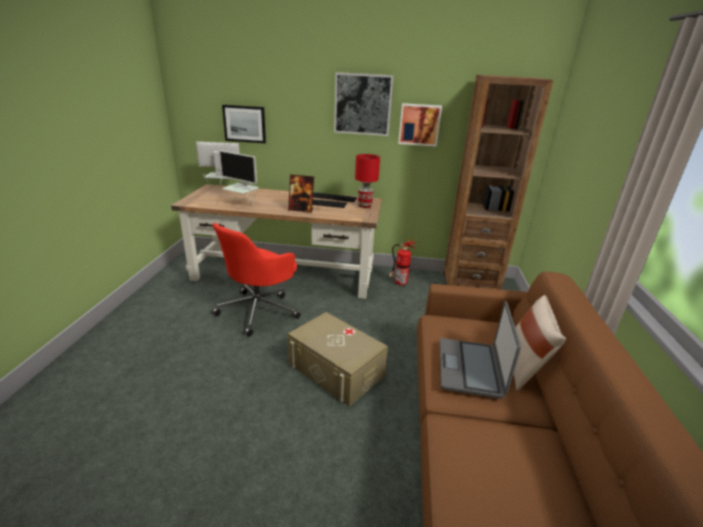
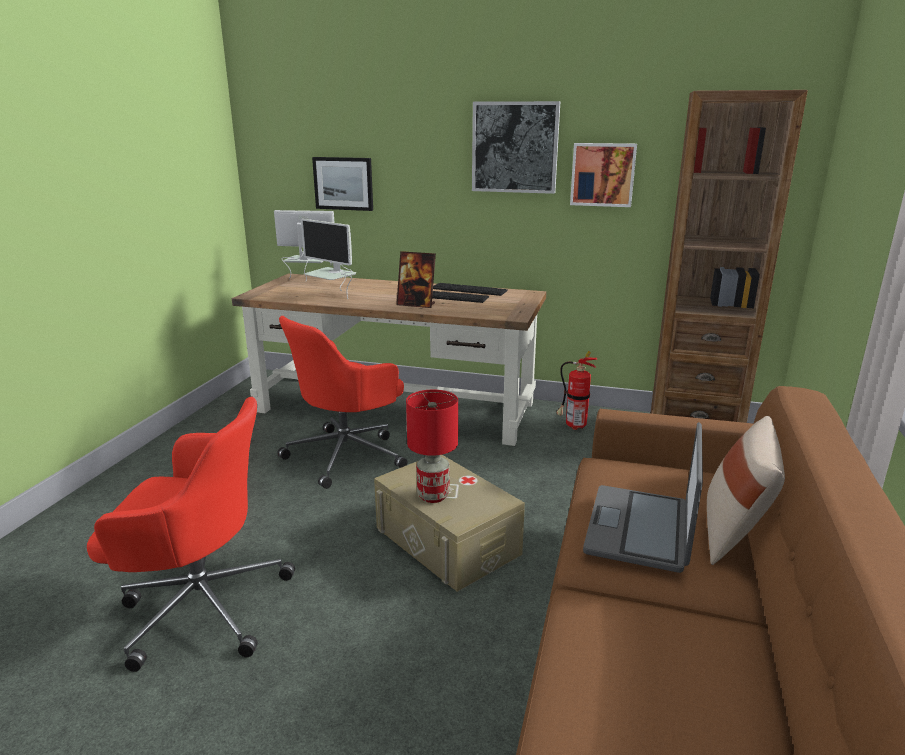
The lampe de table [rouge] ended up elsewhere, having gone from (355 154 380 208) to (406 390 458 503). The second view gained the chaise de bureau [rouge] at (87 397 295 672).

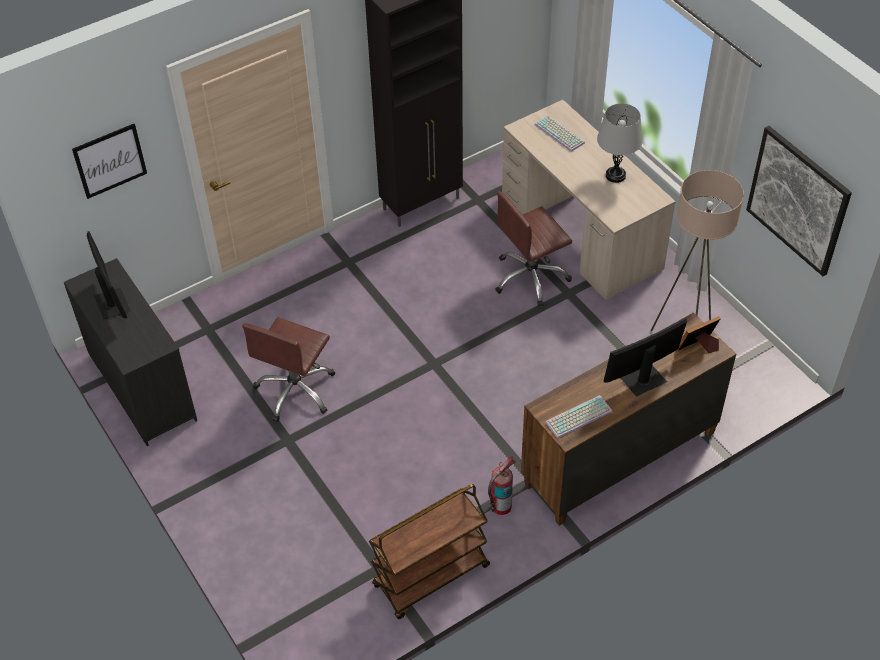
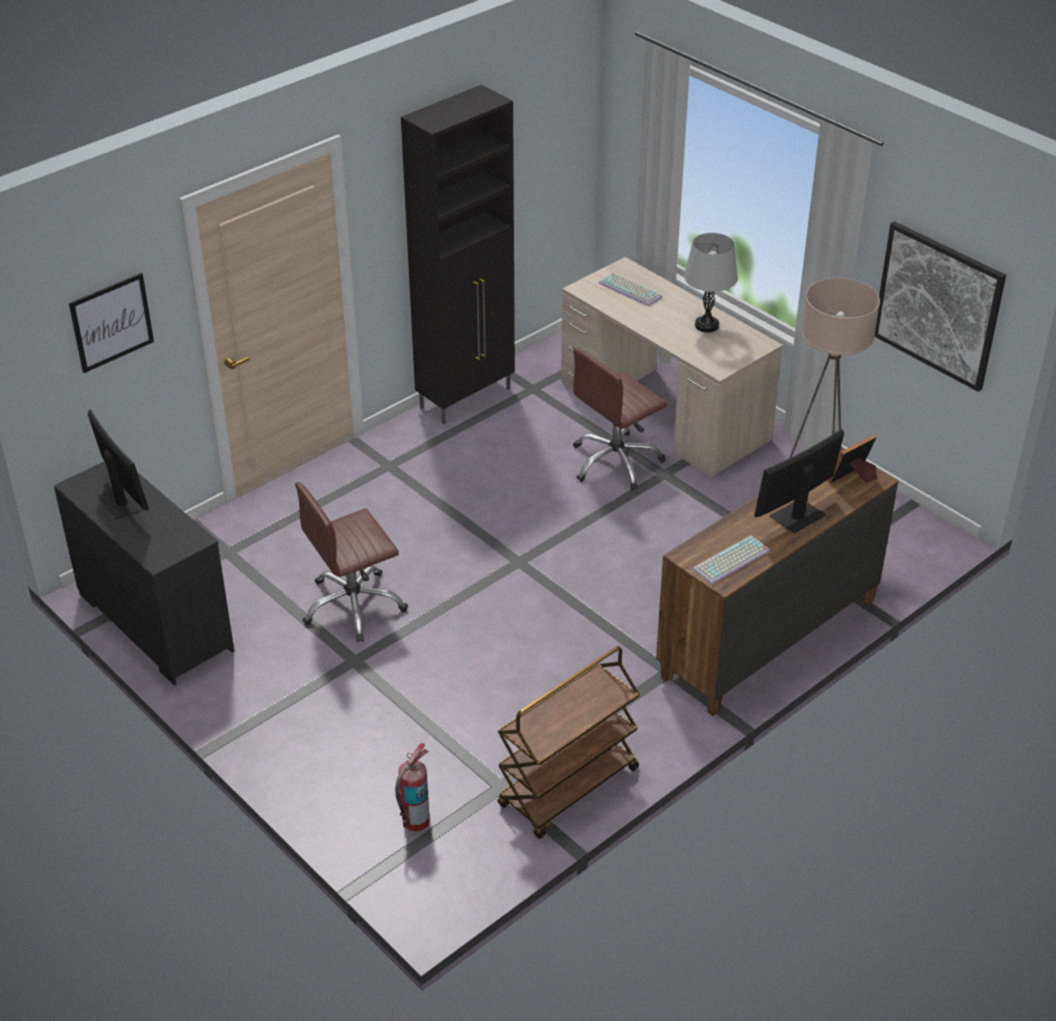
The chaise de bureau [marron] at (242 317 335 422) ended up facing another way, 45 degrees clockwise from before. The extincteur ended up elsewhere, having gone from (488 457 516 515) to (395 743 430 831).

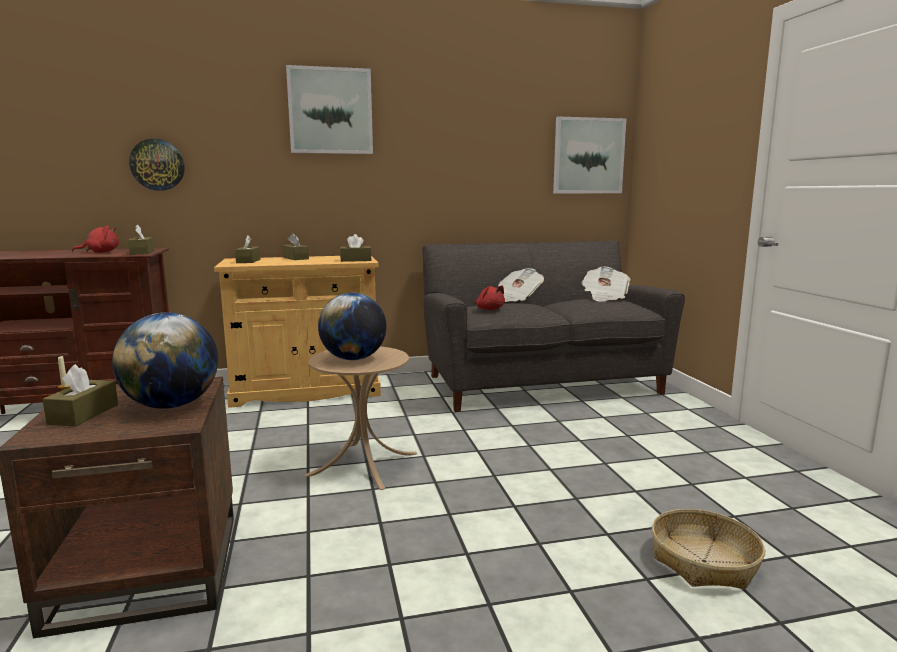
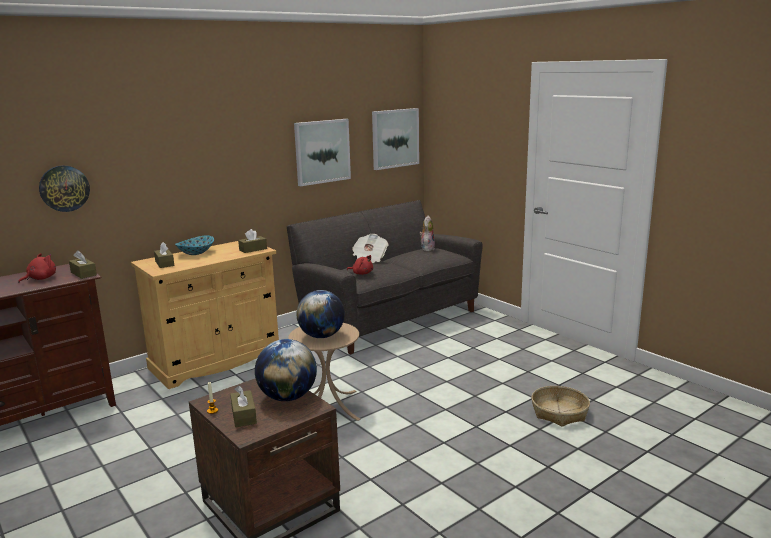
Where the boîte à mouchoirs [marron] stood at (283 233 309 260), the bol came to stand at (175 235 214 255). The tableau ended up elsewhere, having gone from (286 65 373 154) to (294 119 351 186). Where the journal stood at (582 266 631 302), the peluche came to stand at (419 216 435 251).

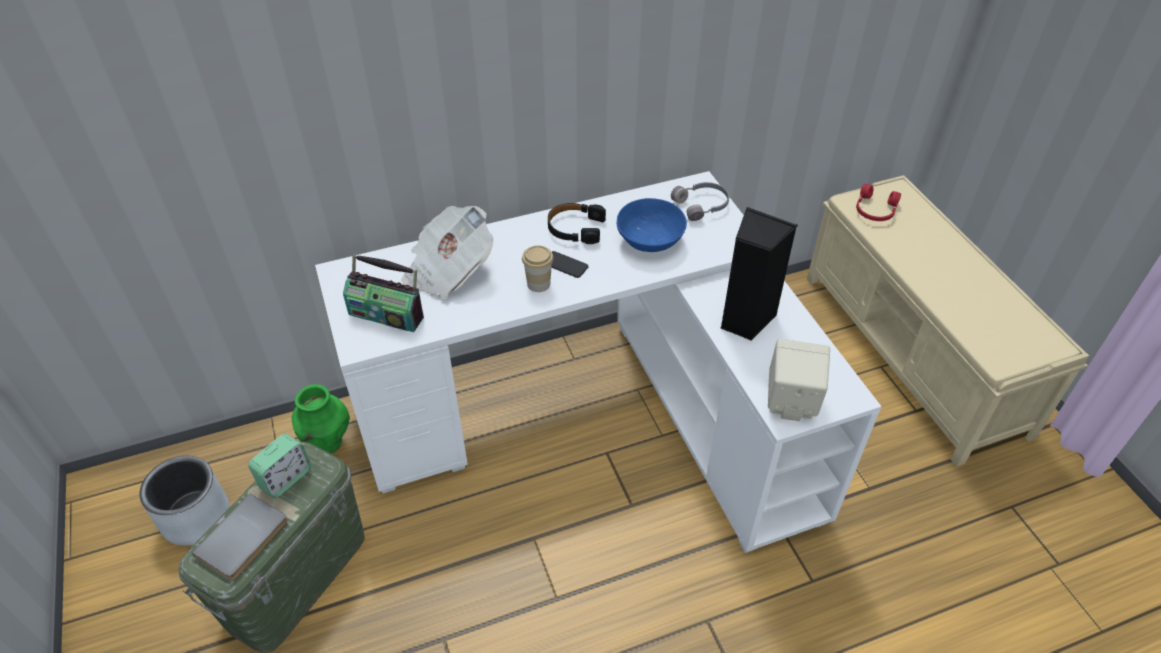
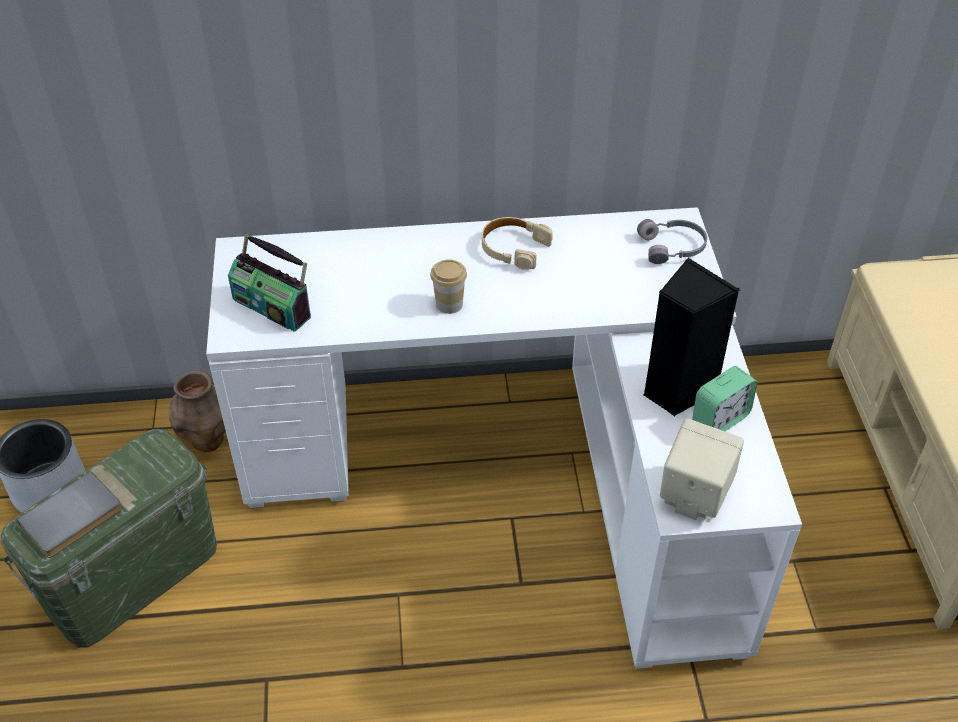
The réveil ended up elsewhere, having gone from (248 434 311 498) to (692 366 757 431). What was the vase [vert] at (292 384 349 454) turned into the vase [marron] at (169 370 226 452). The second view lost the journal at (401 206 493 299). What was the casque audio [noir] at (548 203 606 244) turned into the casque audio [beige] at (482 217 553 270). The second view lost the téléphone at (551 251 588 278). The second view lost the bol [bleu] at (617 198 687 252). The second view lost the casque audio [rouge] at (856 184 901 221).

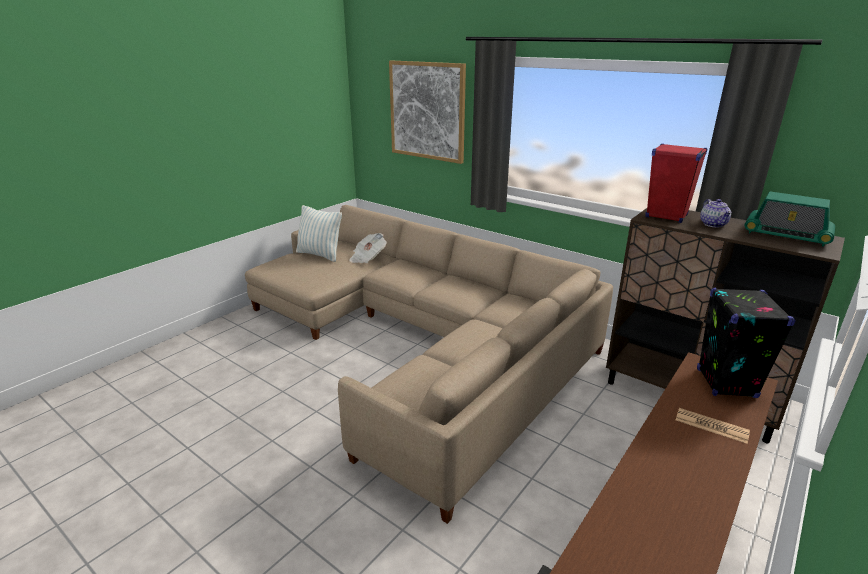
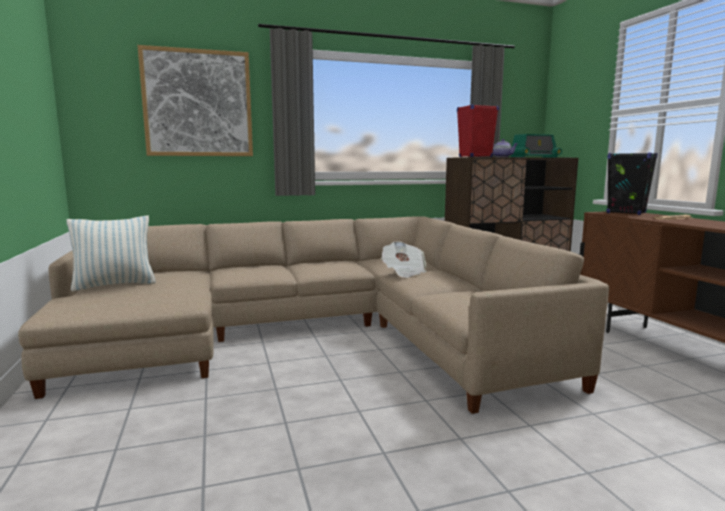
The journal ended up elsewhere, having gone from (349 233 387 263) to (381 241 426 278).

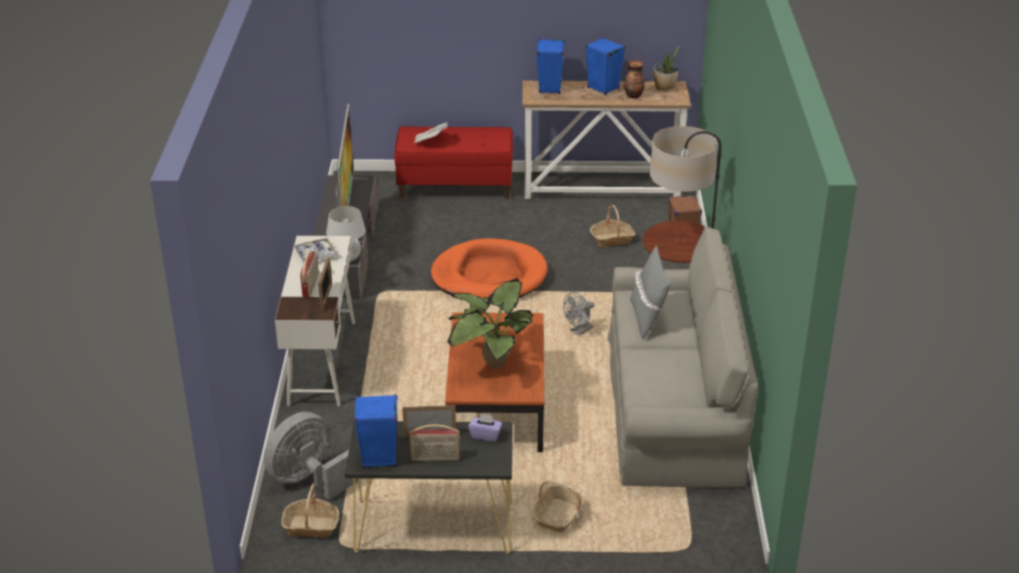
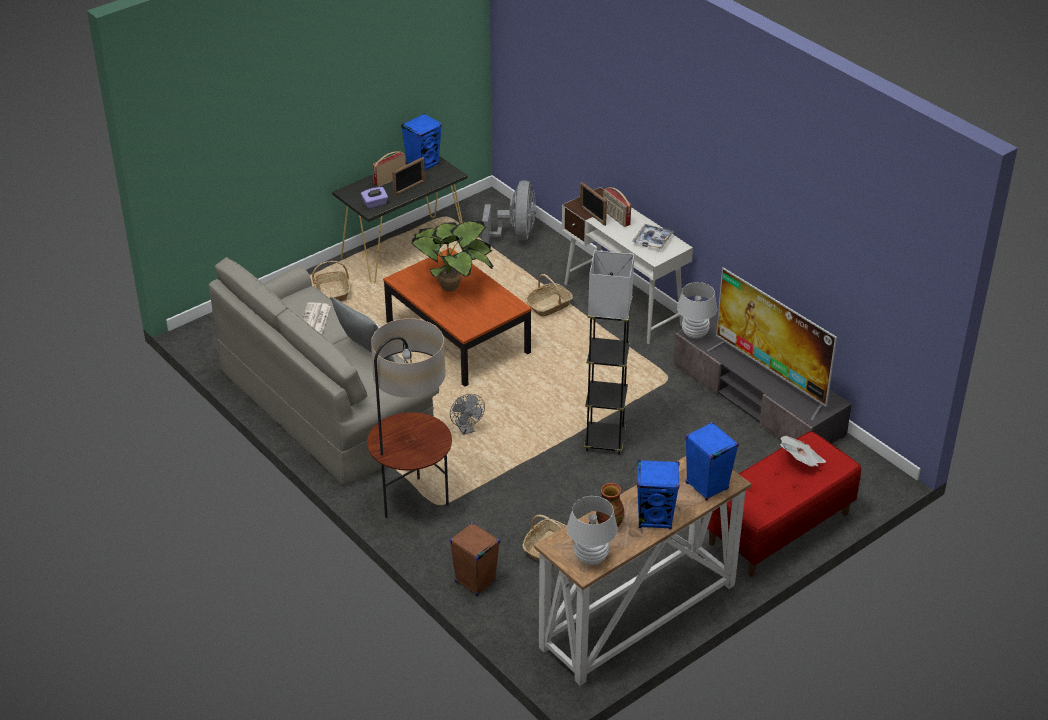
The panier ended up elsewhere, having gone from (281 483 339 538) to (526 274 573 317). Where the panier pour chien [orange] stood at (431 238 548 298), the lampadaire [gris] came to stand at (584 250 634 455). The ventilateur [gris] at (563 292 594 336) ended up facing another way, 150 degrees clockwise from before. Where the plante en pot stood at (653 46 679 92), the lampe de table [blanc] came to stand at (567 496 618 565). The second view gained the journal at (302 302 331 333).

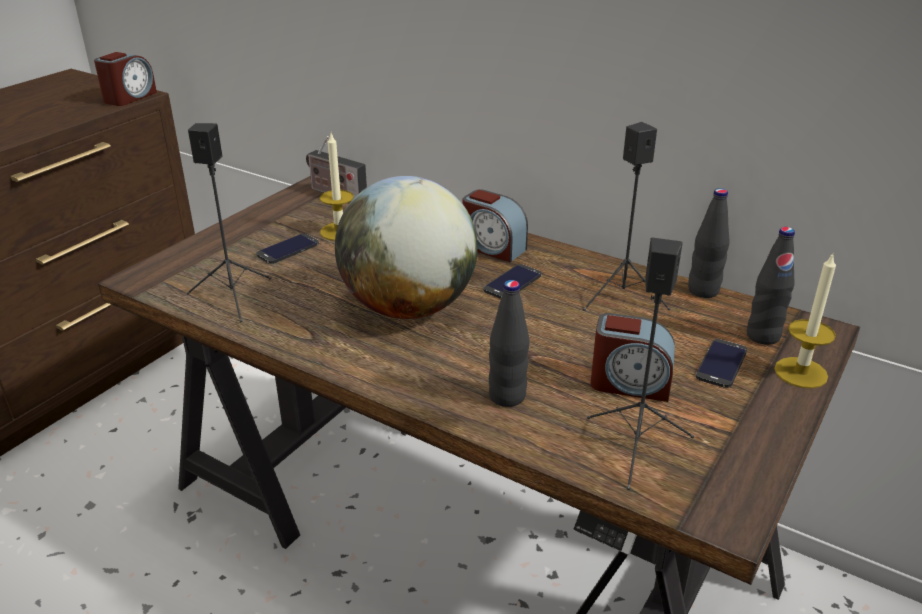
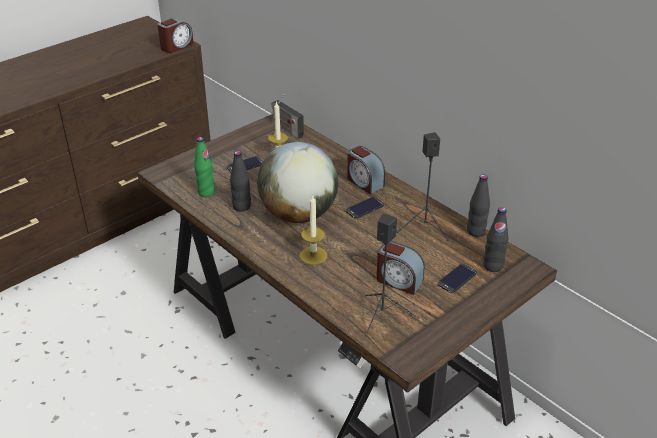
Where the enceinte [noir] stood at (187 123 271 322), the bouteille [vert] came to stand at (194 137 215 197). The bouteille [noir] ended up elsewhere, having gone from (489 280 529 407) to (230 151 251 212). The bougie ended up elsewhere, having gone from (774 252 836 388) to (300 196 327 265).

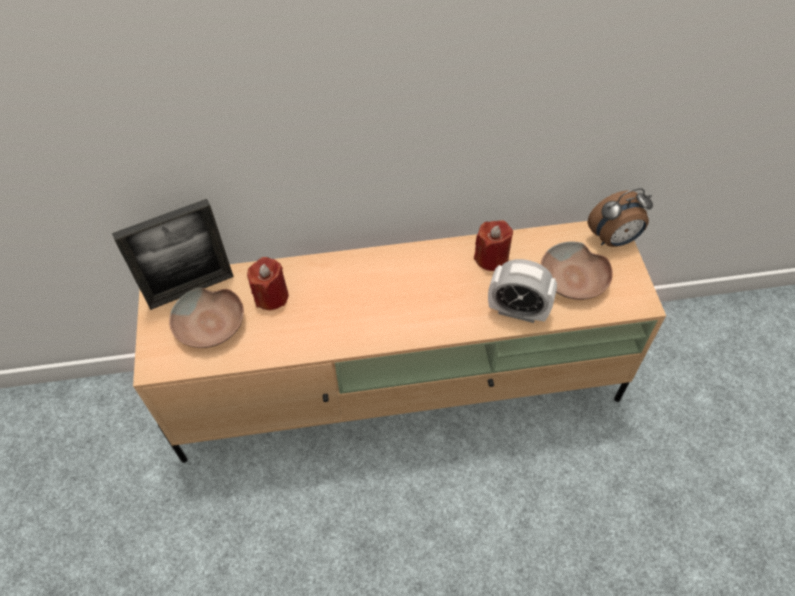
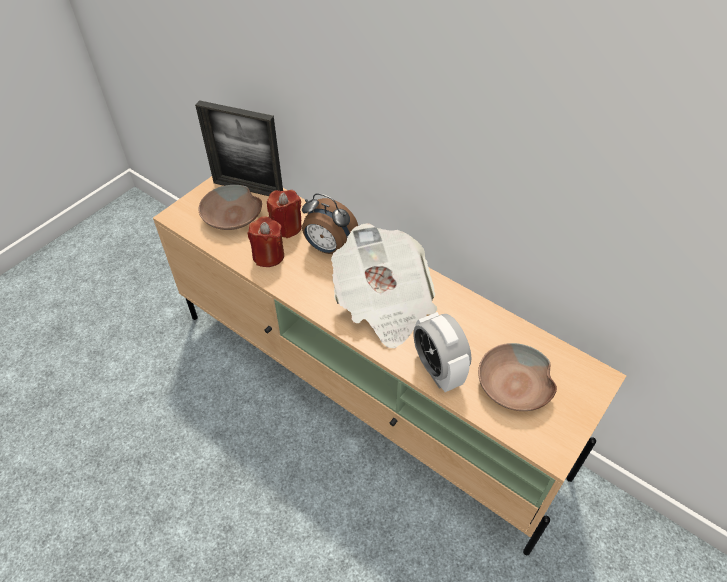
The bougie [rouge] ended up elsewhere, having gone from (474 220 513 271) to (247 216 284 267). The réveil ended up elsewhere, having gone from (588 188 653 247) to (302 193 358 254). The second view gained the journal at (331 223 437 348).

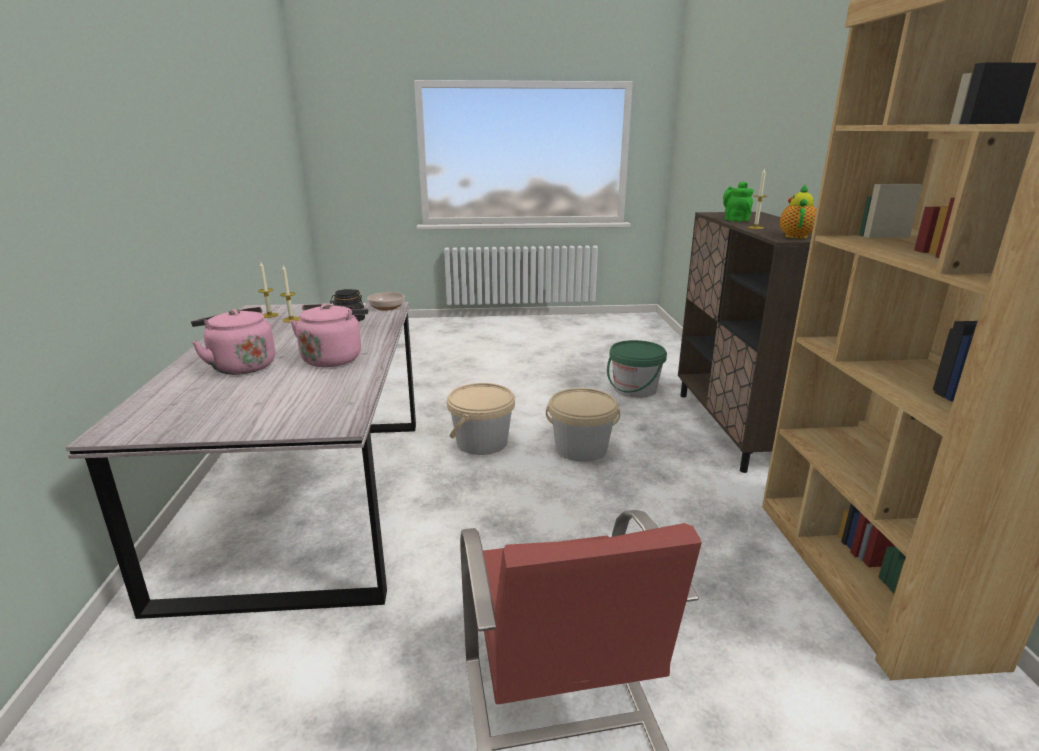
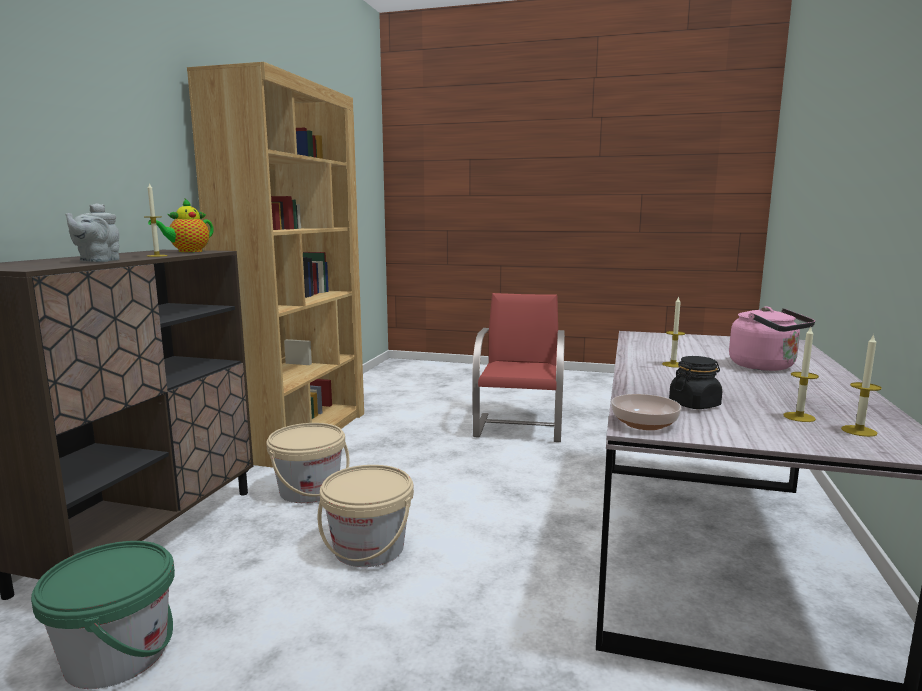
Where the bouilloire [rose] stood at (290 304 368 367), the bougie came to stand at (662 296 685 368). The seau [beige] ended up elsewhere, having gone from (447 383 515 455) to (266 423 350 503). What was the théière [vert] at (723 182 753 222) turned into the théière [gris] at (66 203 120 262).

